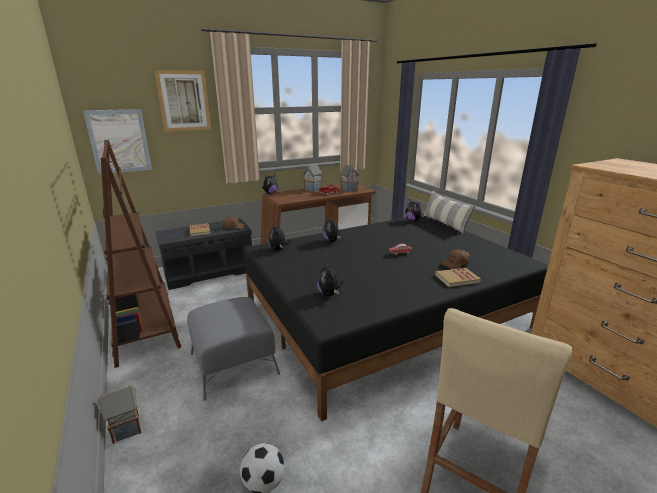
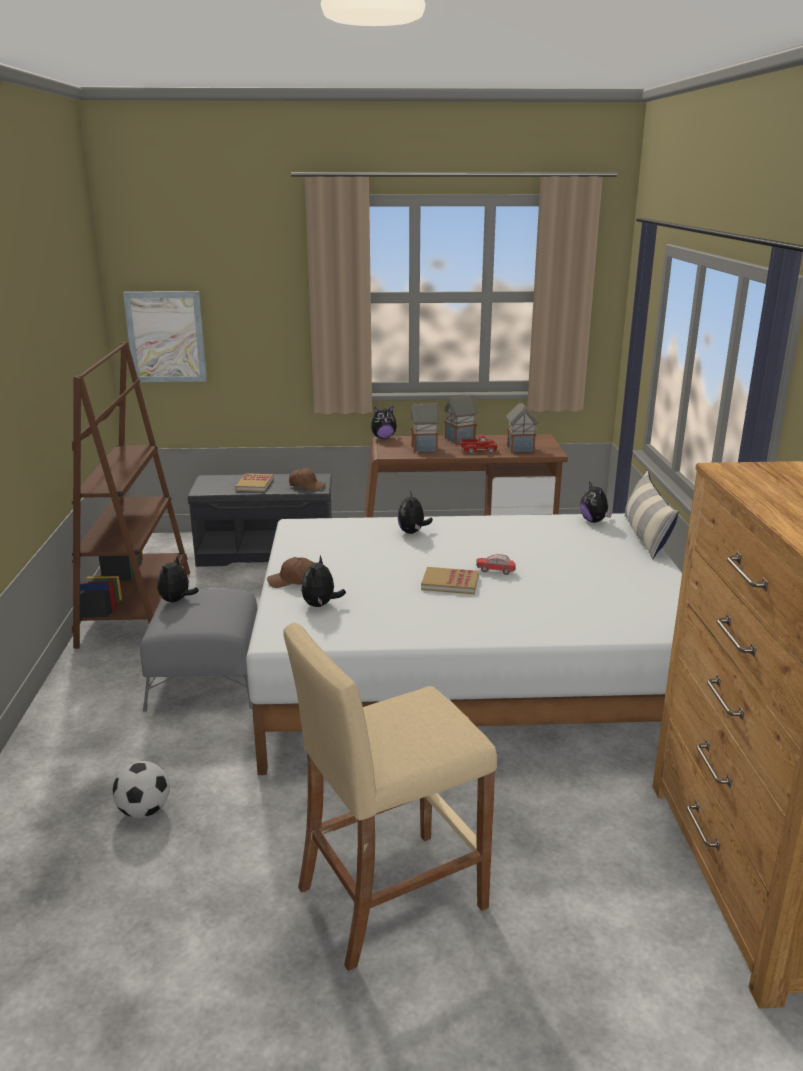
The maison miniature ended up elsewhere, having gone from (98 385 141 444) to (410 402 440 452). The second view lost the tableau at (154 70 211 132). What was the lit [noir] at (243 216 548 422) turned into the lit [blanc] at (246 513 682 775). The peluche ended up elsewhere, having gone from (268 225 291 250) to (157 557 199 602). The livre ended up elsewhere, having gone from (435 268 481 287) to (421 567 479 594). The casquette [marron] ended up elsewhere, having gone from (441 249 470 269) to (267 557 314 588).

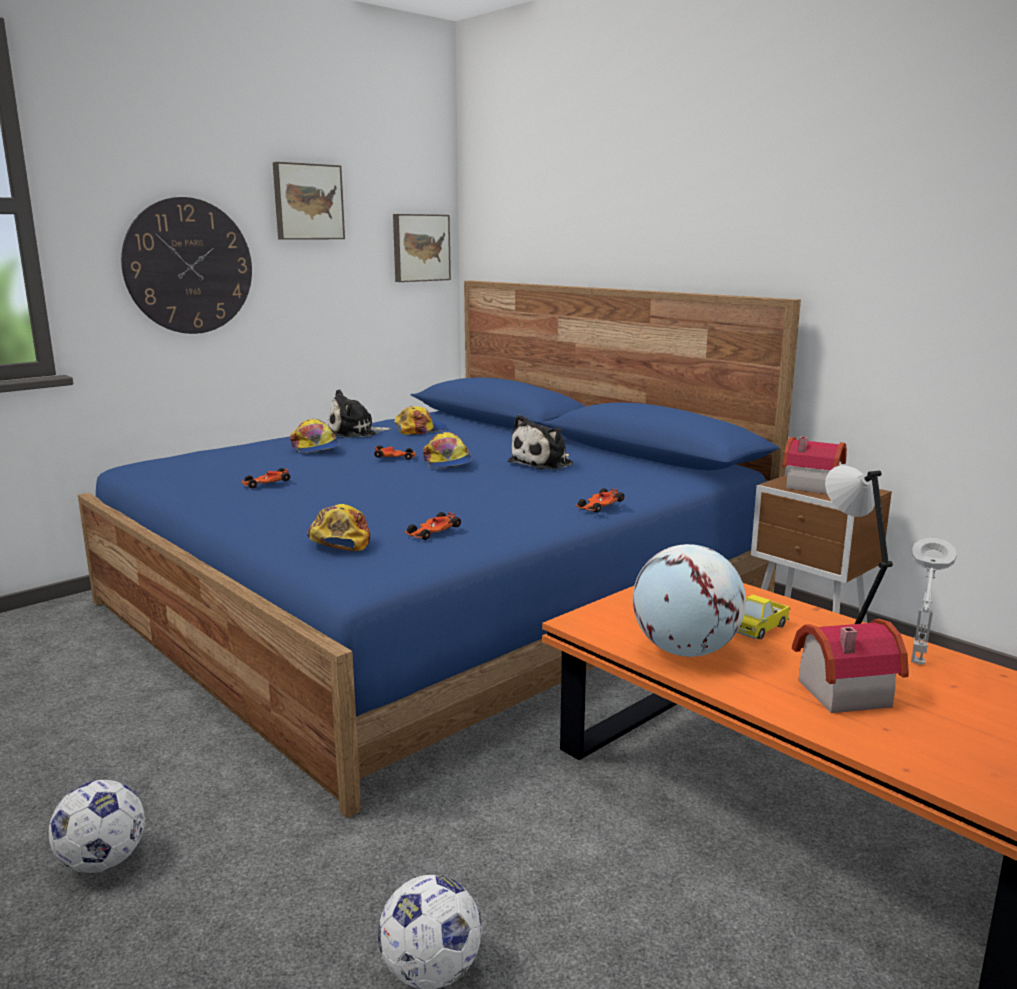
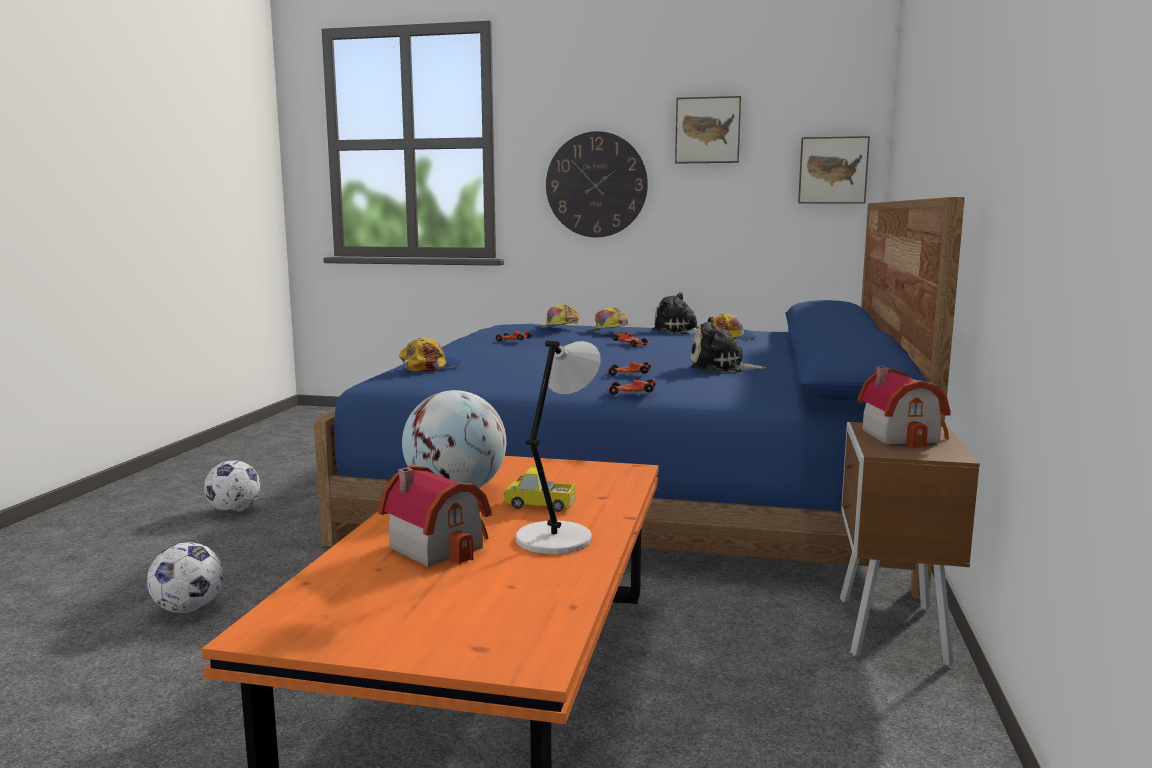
The petite voiture ended up elsewhere, having gone from (404 512 461 540) to (606 362 651 376). The casquette ended up elsewhere, having gone from (423 432 472 468) to (534 305 580 328). The second view lost the lampe de table [gris] at (911 538 957 665).

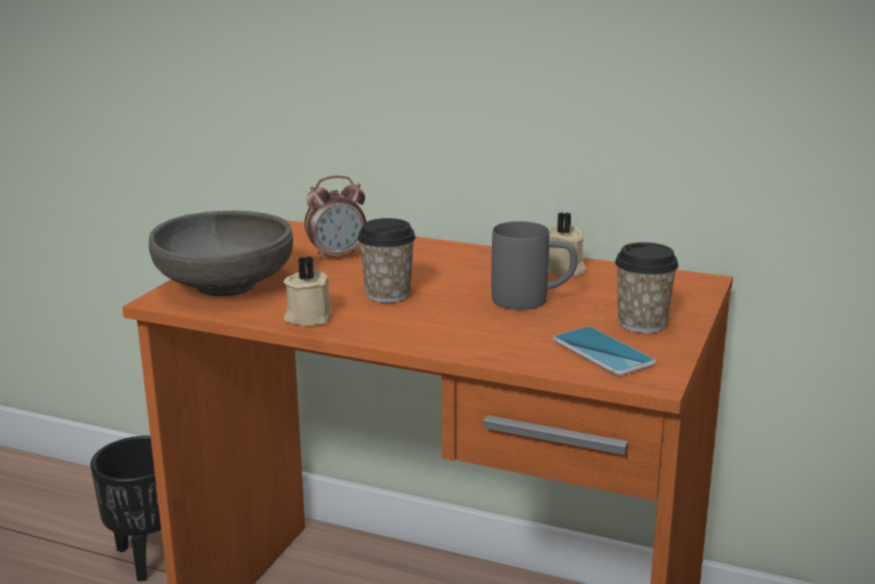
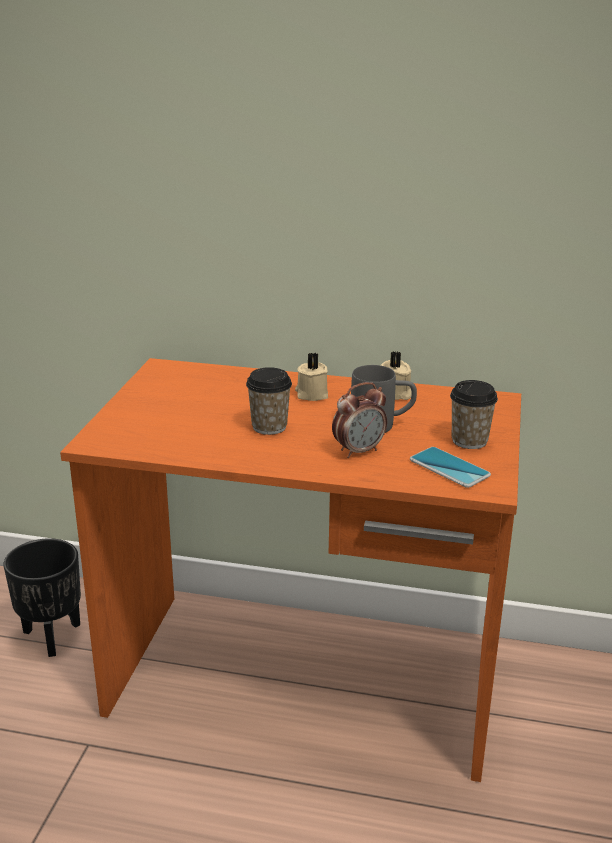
The second view lost the bol [gris] at (149 211 293 296). The bougie [beige] ended up elsewhere, having gone from (284 256 333 326) to (295 353 328 401). The réveil ended up elsewhere, having gone from (304 176 366 261) to (332 382 387 458).

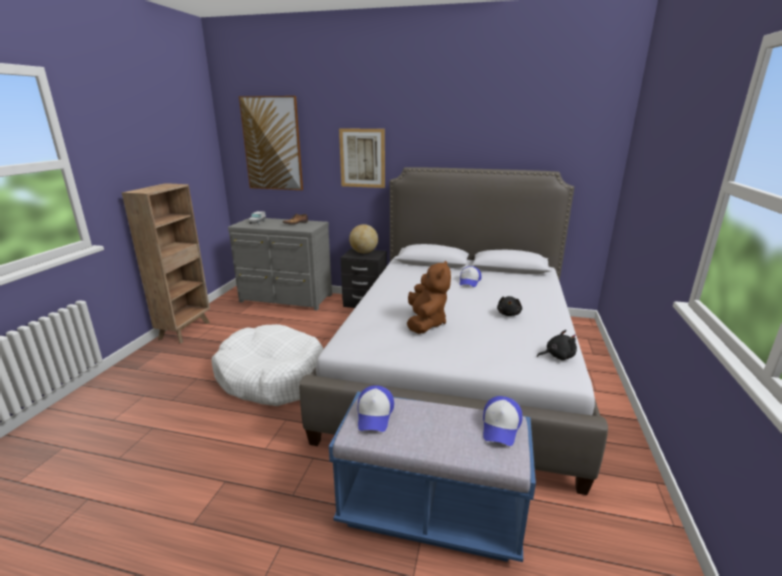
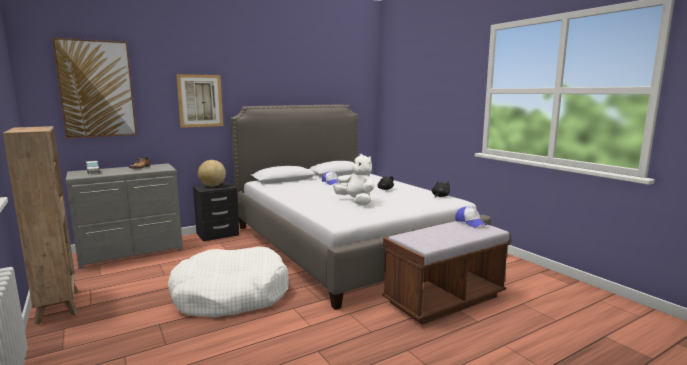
What was the banc [bleu] at (329 392 536 562) turned into the banc [marron] at (382 221 511 325). The second view lost the casquette at (358 385 394 432). What was the peluche [marron] at (407 260 451 334) turned into the peluche [blanc] at (333 154 374 205).

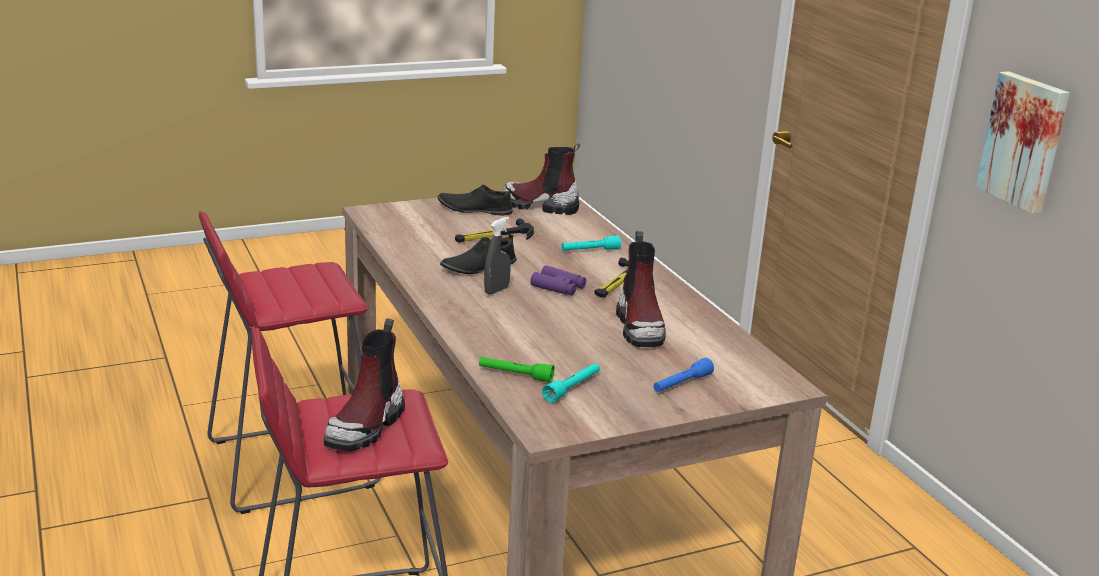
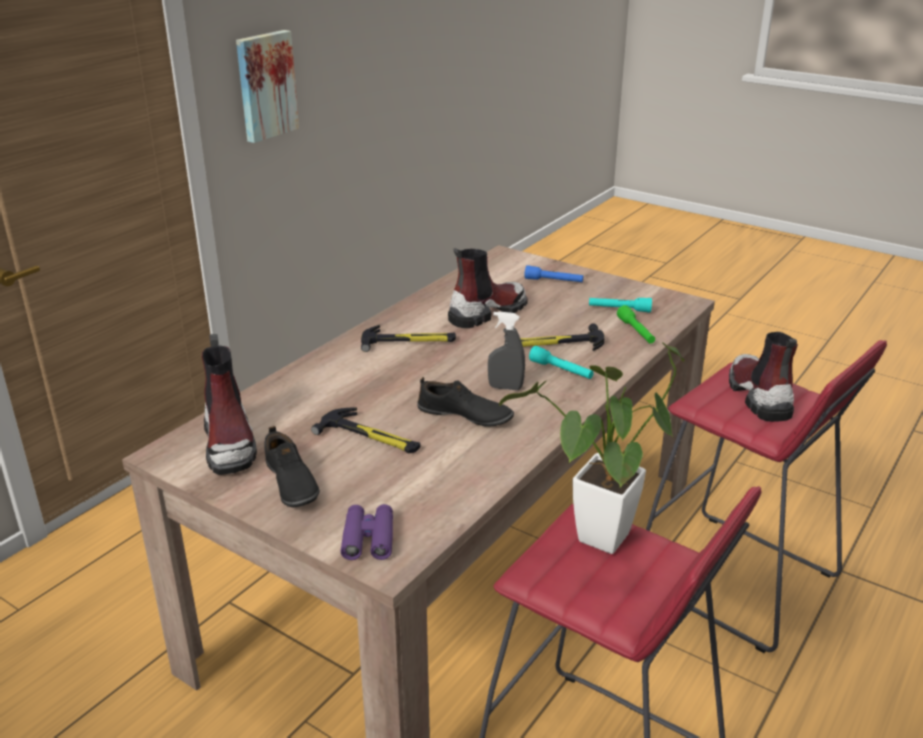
The botte at (324 318 405 451) ended up facing another way, 90 degrees counterclockwise from before. The jumelles [violet] ended up elsewhere, having gone from (530 265 586 296) to (341 504 393 560). The lampe de poche [turquoise] ended up elsewhere, having gone from (561 235 621 251) to (529 346 594 379). The second view gained the plante en pot at (499 342 685 554). The second view gained the marteau at (520 323 605 351).

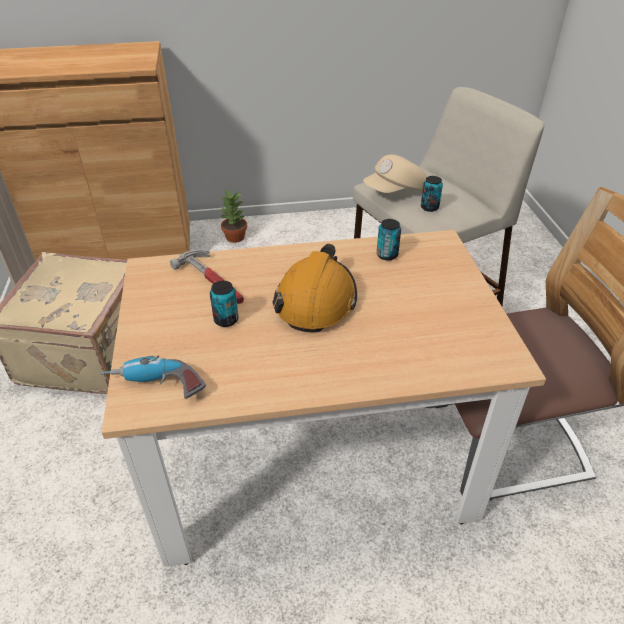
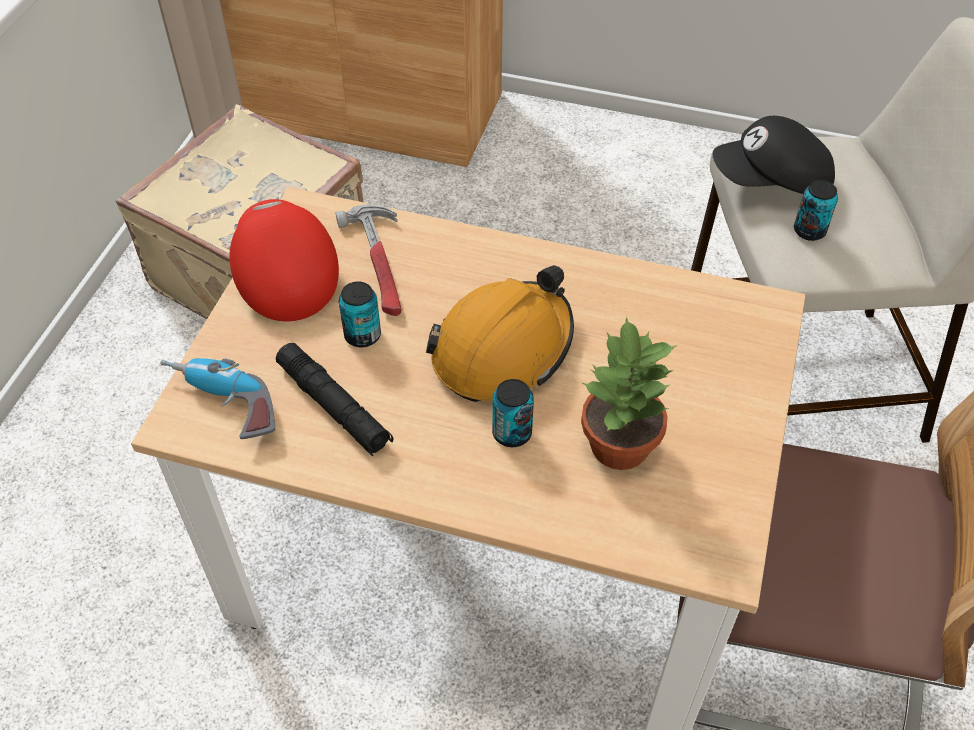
The plante en pot ended up elsewhere, having gone from (220 189 247 243) to (581 316 677 470). What was the casquette [beige] at (363 155 427 193) turned into the casquette [noir] at (713 116 835 194). The boîte métallique ended up elsewhere, having gone from (377 219 401 261) to (492 379 534 447). The second view gained the casquette [rouge] at (230 199 339 321). The second view gained the lampe de poche [noir] at (276 343 394 457).

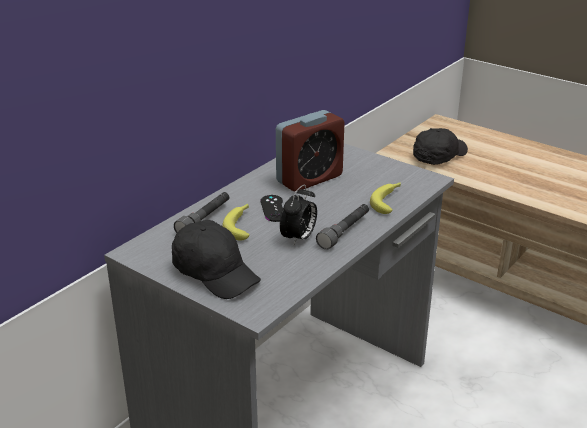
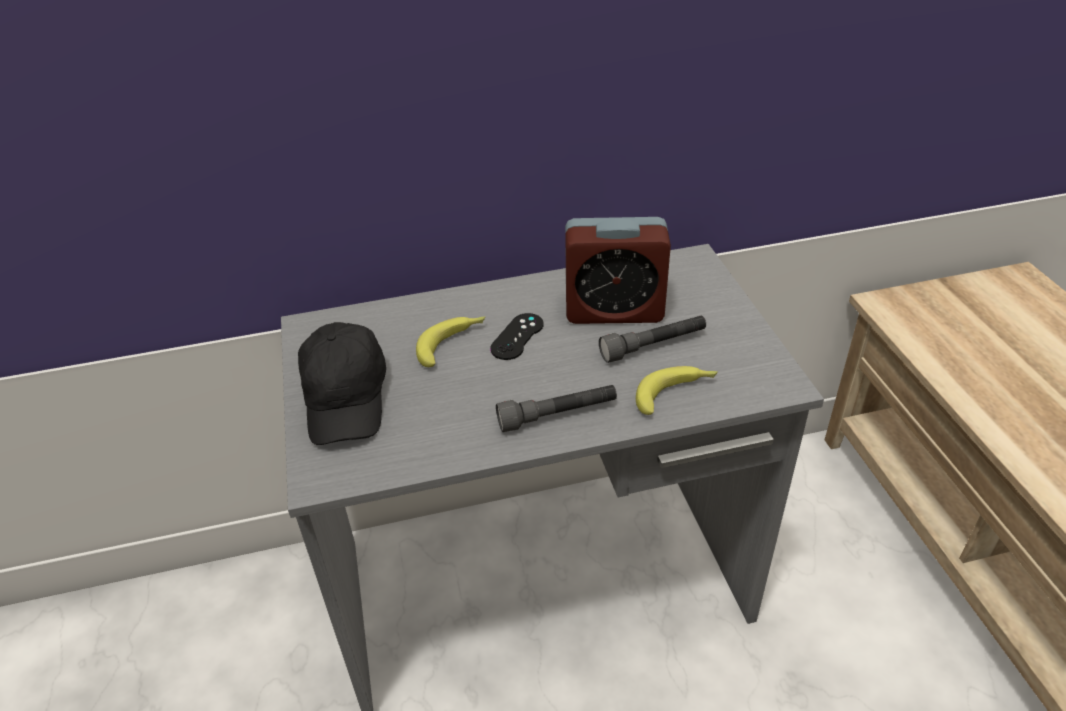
The lampe de poche [gris] ended up elsewhere, having gone from (174 192 229 233) to (599 316 706 363). The second view lost the réveil at (280 184 317 245). The second view lost the casquette [noir] at (413 128 468 165).

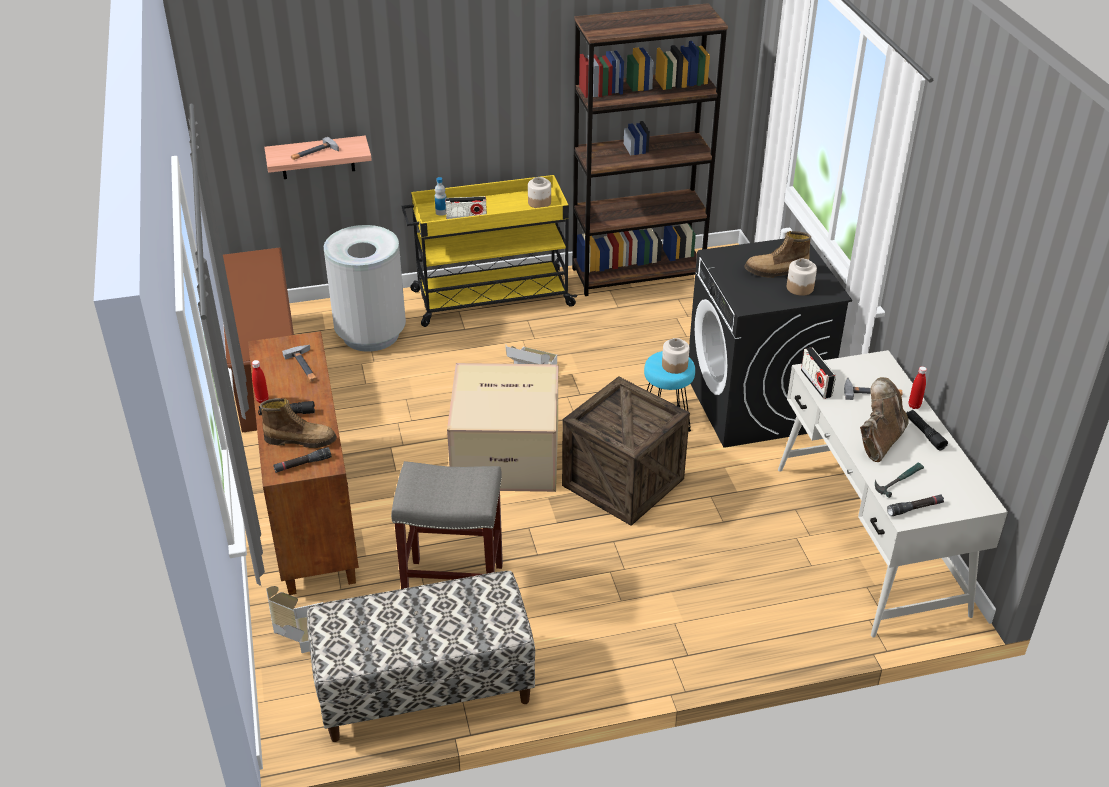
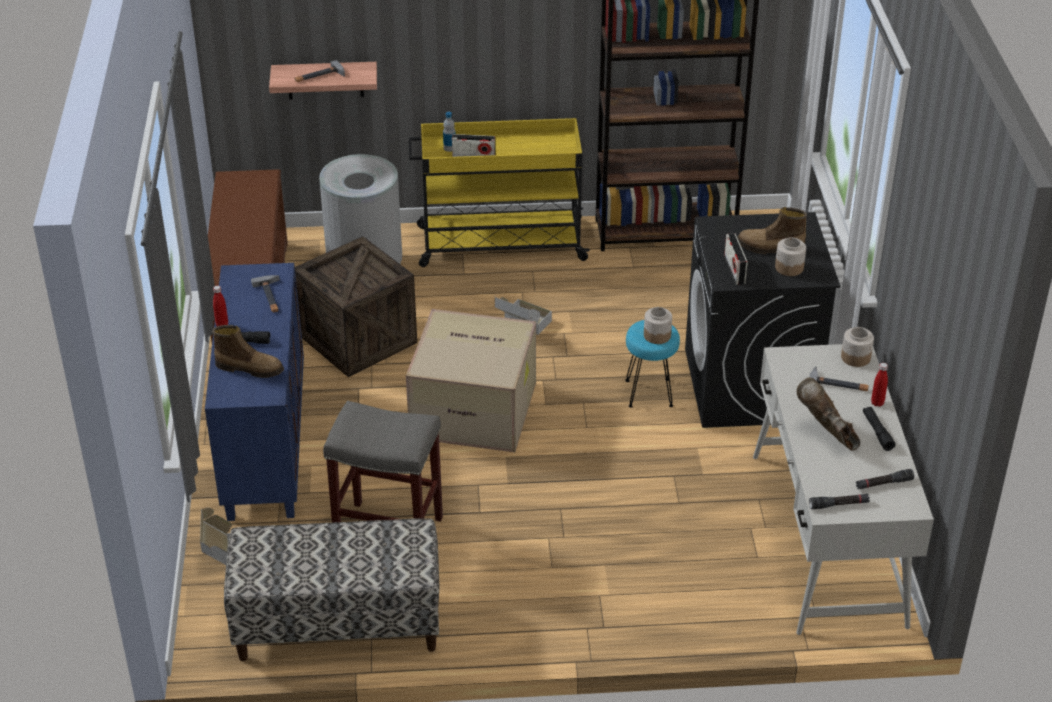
What was the meuble de rangement [marron] at (248 331 359 595) turned into the meuble de rangement [bleu] at (205 263 304 521). The lampe de poche [noir] ended up elsewhere, having gone from (273 447 332 473) to (856 469 914 489). The bocal ended up elsewhere, having gone from (528 177 551 208) to (841 327 874 367). The caisse ended up elsewhere, having gone from (562 376 690 526) to (295 236 417 377). The radio ended up elsewhere, having gone from (801 347 836 399) to (724 233 748 285). The botte [marron] at (860 377 909 462) ended up facing another way, 75 degrees counterclockwise from before. The second view lost the marteau at (875 463 924 498).

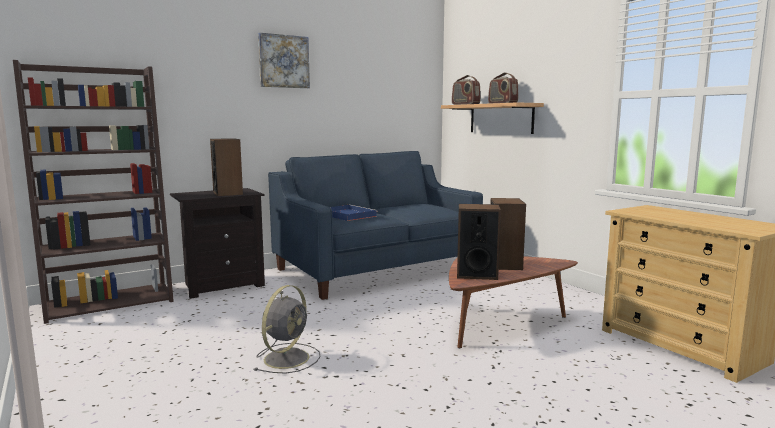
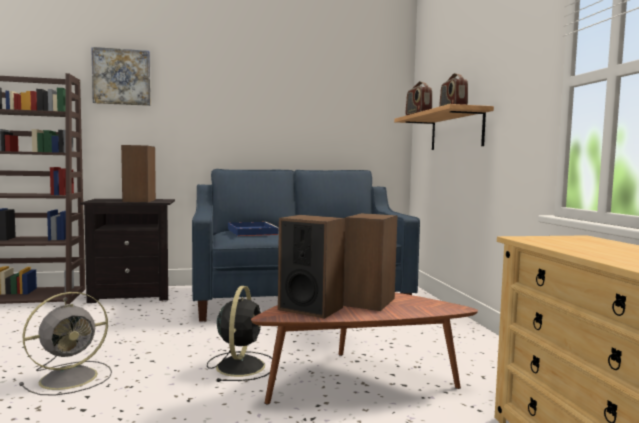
The tableau ended up elsewhere, having gone from (258 33 310 88) to (91 47 151 106). The second view gained the ventilateur [noir] at (207 286 272 382).

